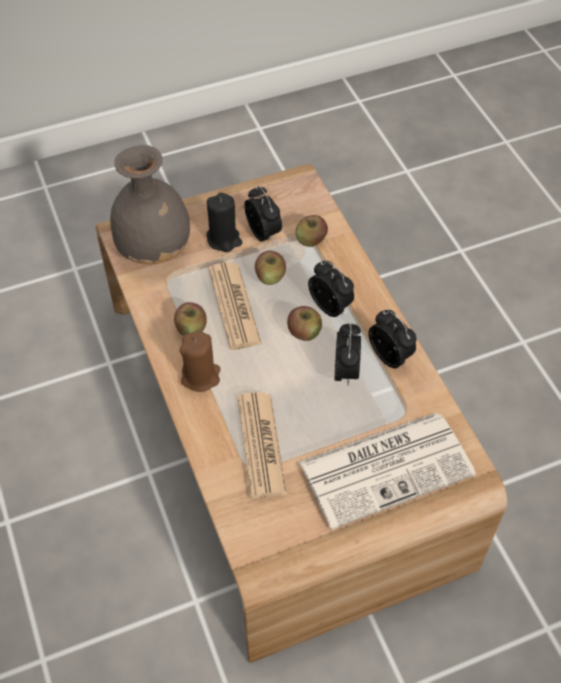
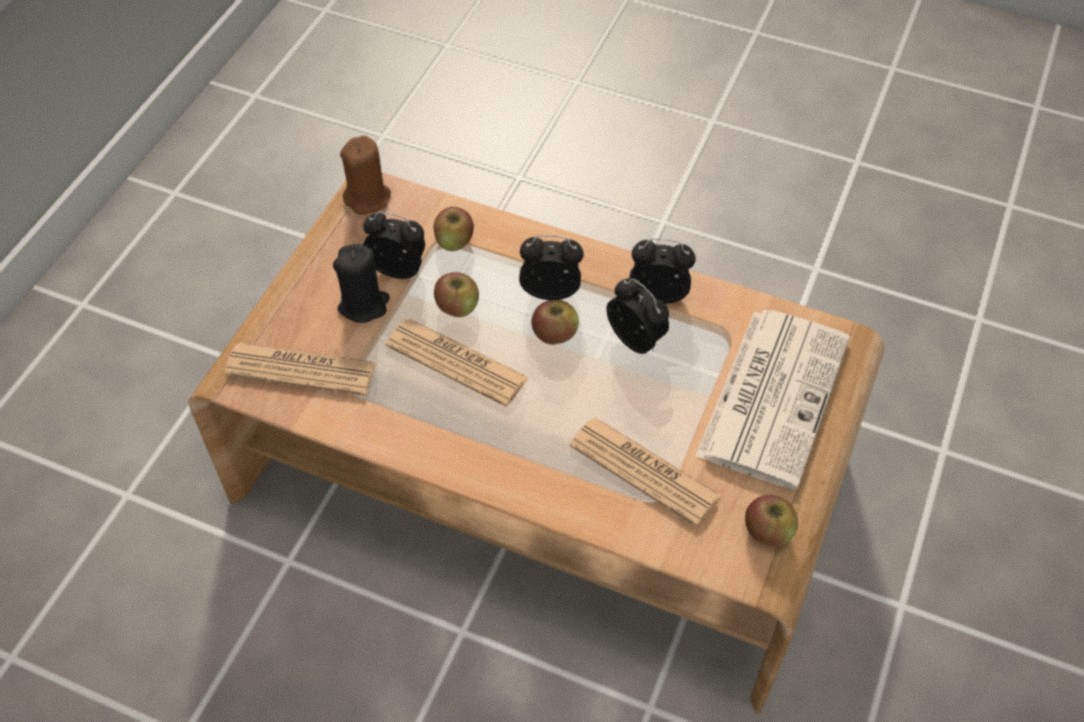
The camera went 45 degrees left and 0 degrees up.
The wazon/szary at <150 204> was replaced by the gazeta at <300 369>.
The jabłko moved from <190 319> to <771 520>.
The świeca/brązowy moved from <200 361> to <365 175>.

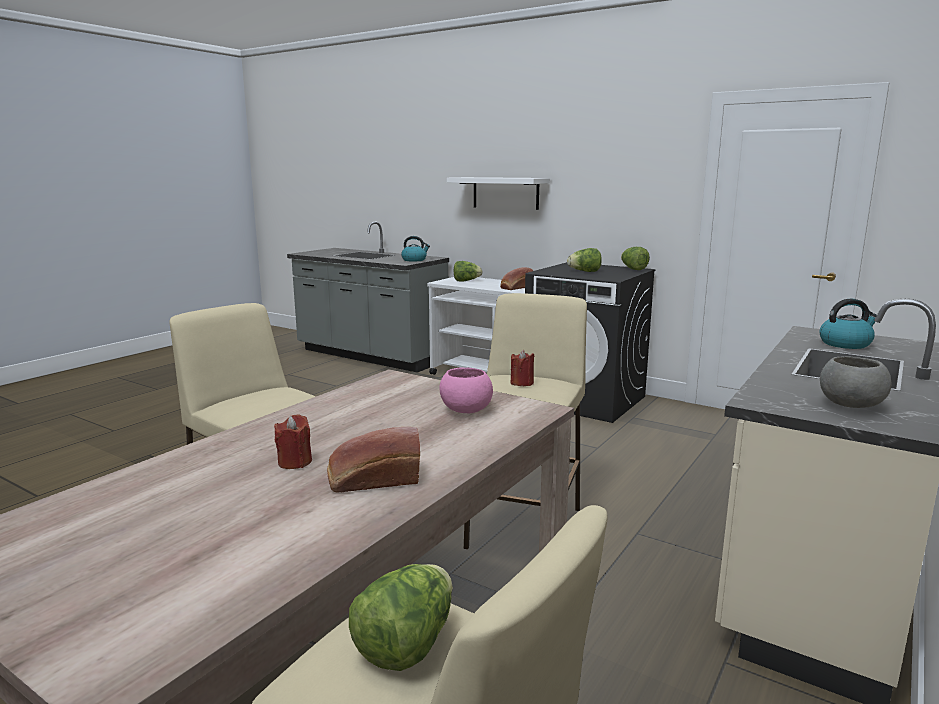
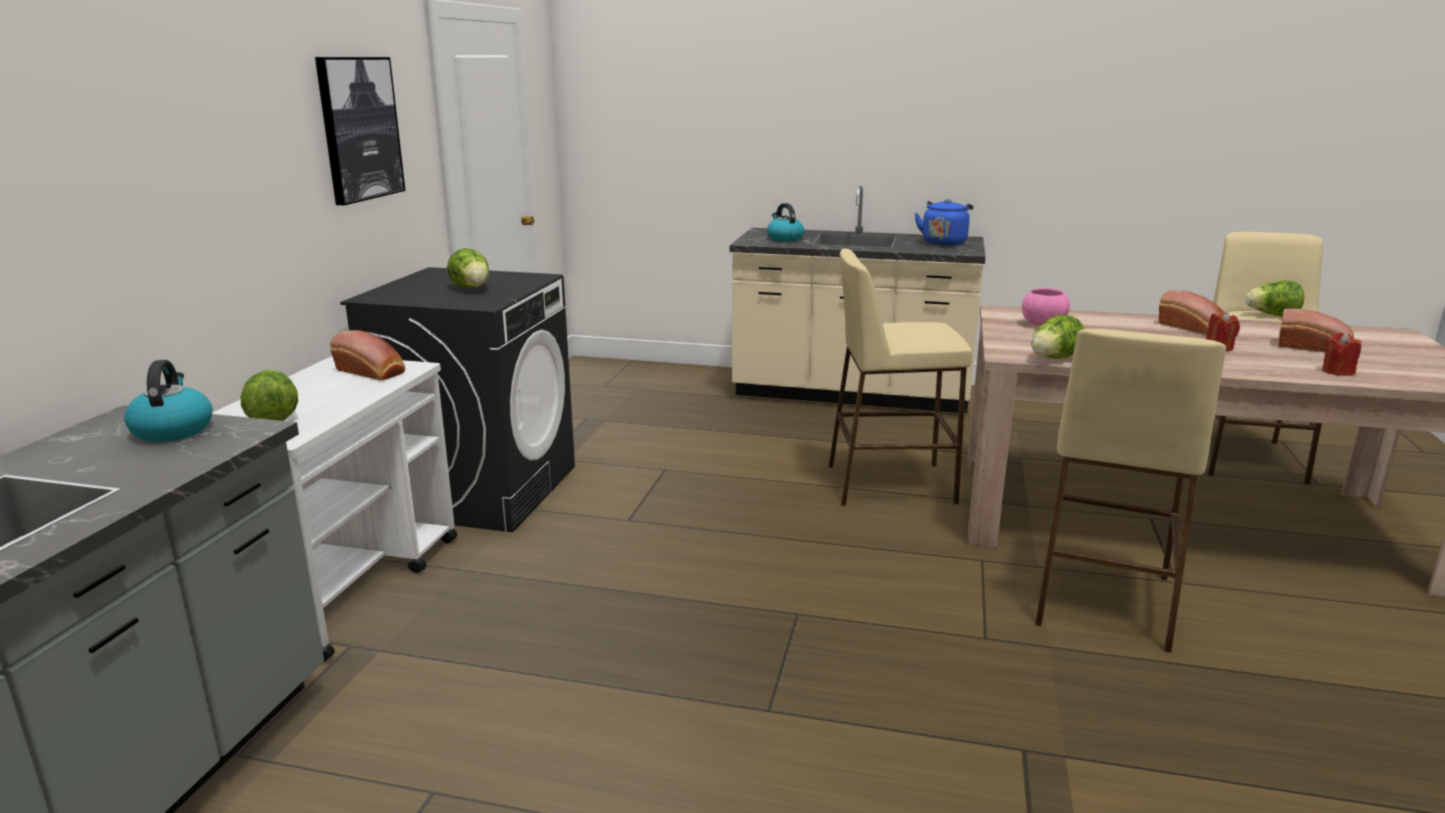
The camera went 110 degrees left and 5 degrees up.
The półka/biały at <498 193> disappeared.
The sałata moved from <635 258> to <1058 337>.
The świeca/czerwony moved from <523 368> to <1341 354>.
The miska/szary at <855 382> was replaced by the czajnik/niebieski at <943 222>.
The obraz at <360 131> appeared.
The chleb at <1316 331> appeared.

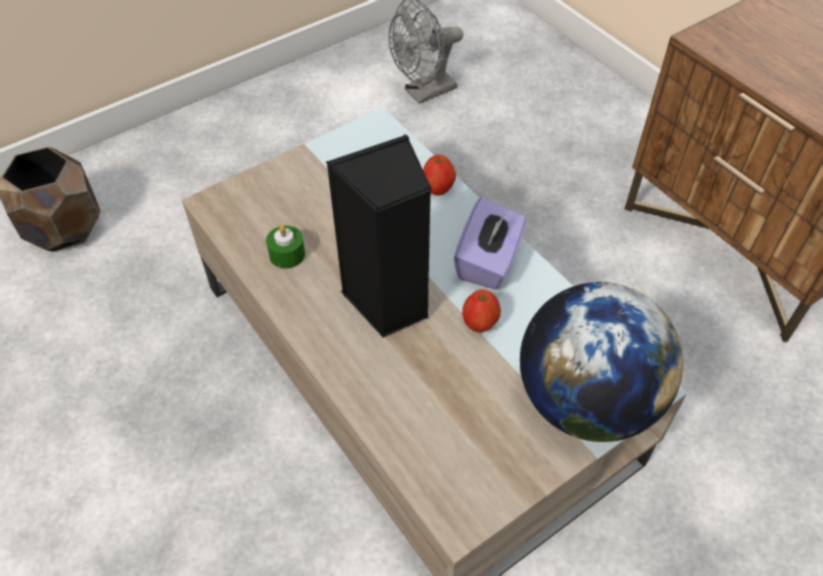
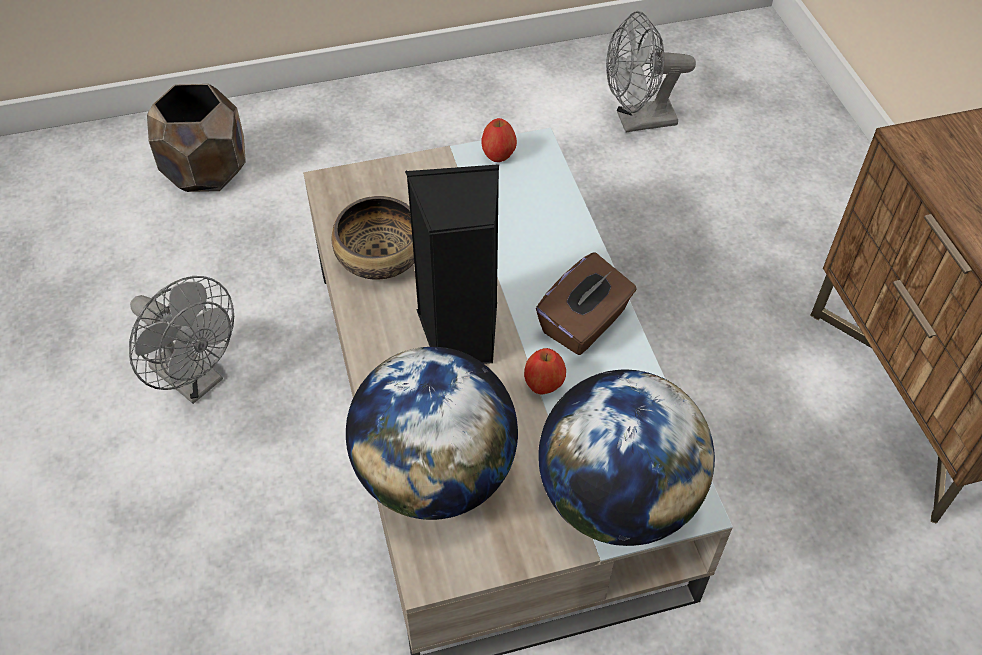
The camera went 20 degrees right and 0 degrees up.
The jabłko moved from <439 175> to <499 140>.
The pudełko chusteczek/fioletowy at <490 243> became the pudełko chusteczek/brązowy at <586 303>.
The świeca/zielony at <285 247> was replaced by the miska at <372 238>.
The wentylator/szary at <181 340> appeared.
The globus at <432 433> appeared.

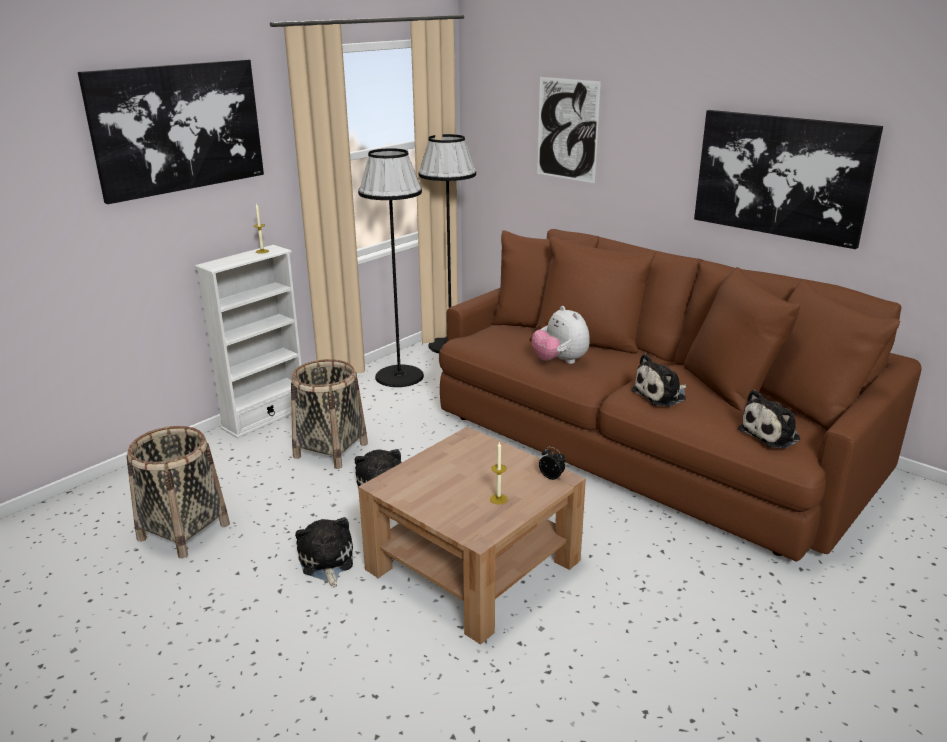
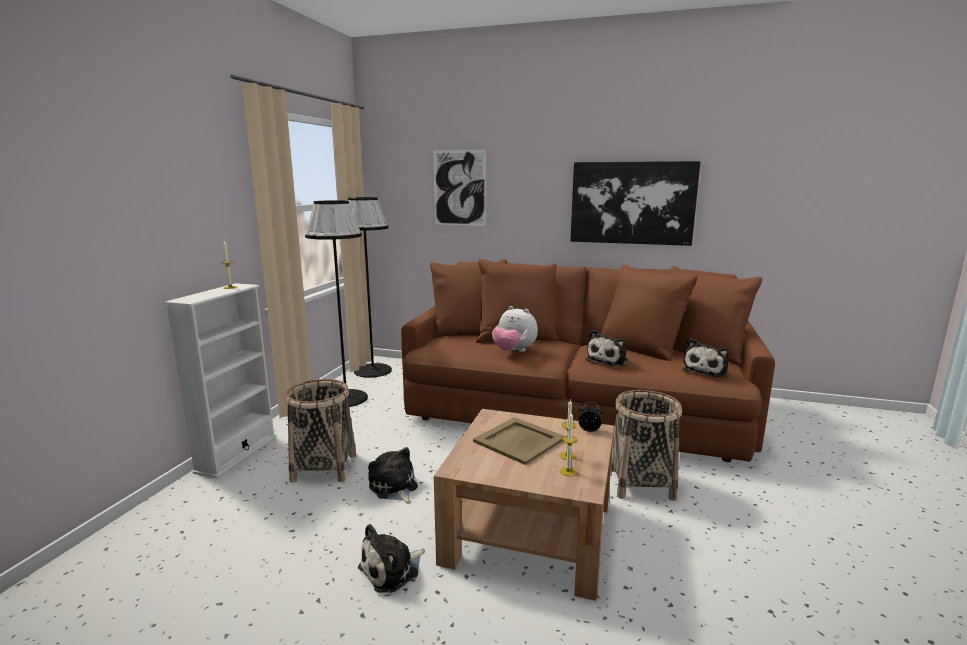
The camera went 25 degrees left and 10 degrees down.
The obraz at <171 131> disappeared.
The koszyk moved from <178 492> to <646 445>.
The pluszak at <324 552> turned 90 degrees counterclockwise.
The świeca at <569 443> appeared.
The taca/beżowy at <519 441> appeared.

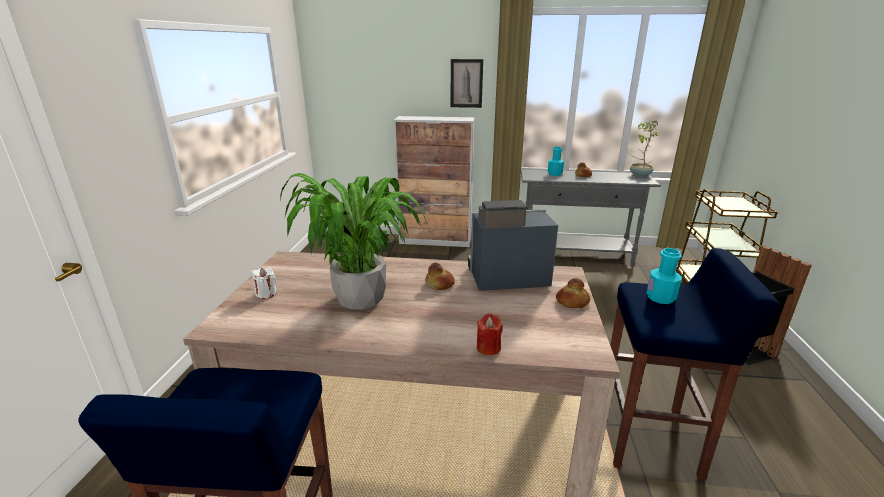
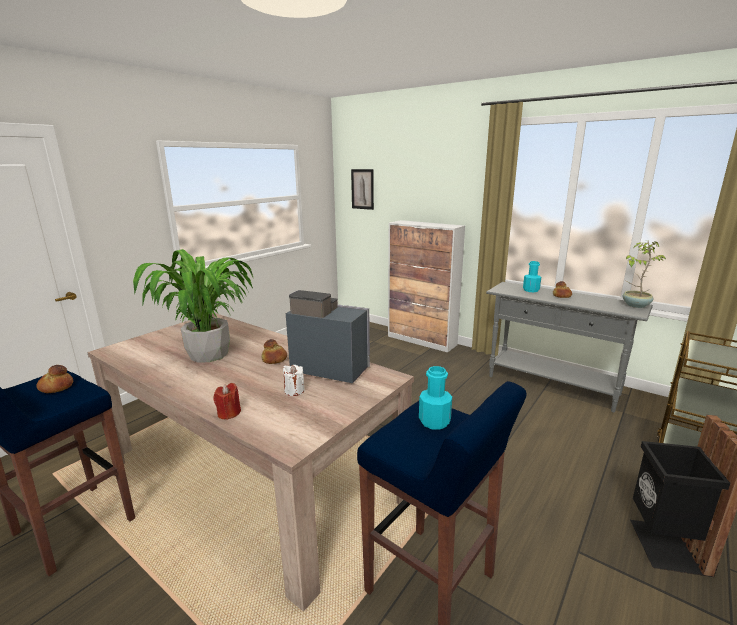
The camera went 30 degrees right and 5 degrees down.
The obraz moved from <466 83> to <362 189>.
The świeca/biały moved from <264 283> to <294 380>.
The chleb moved from <573 293> to <55 379>.

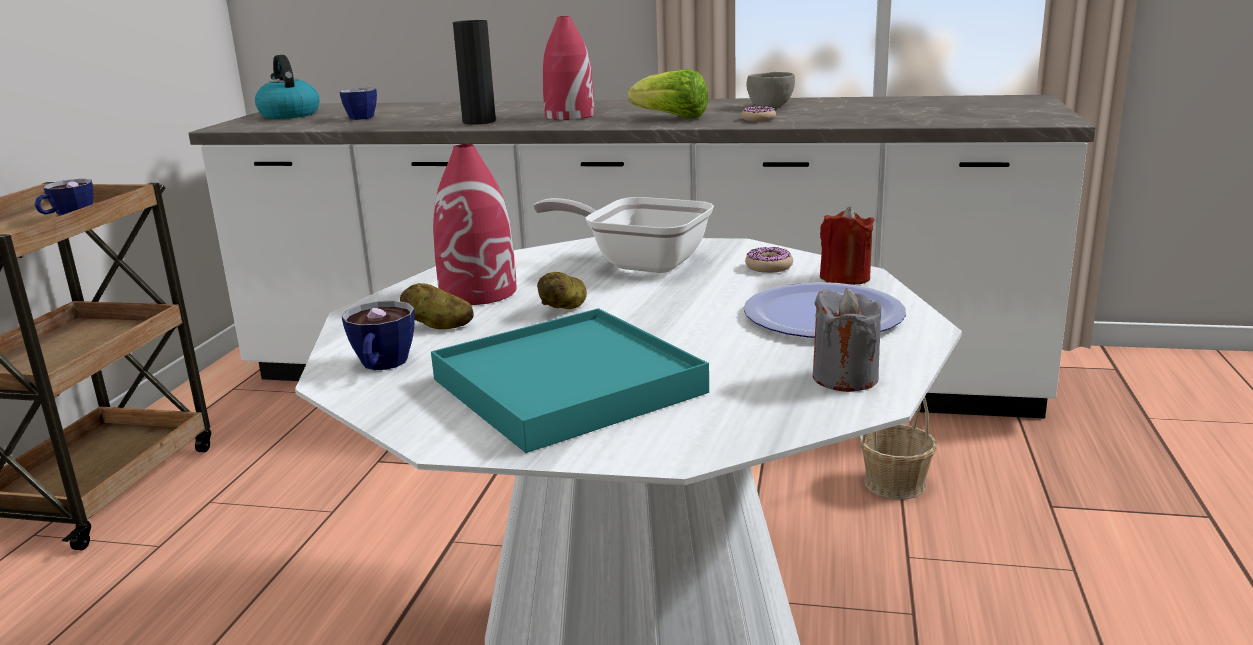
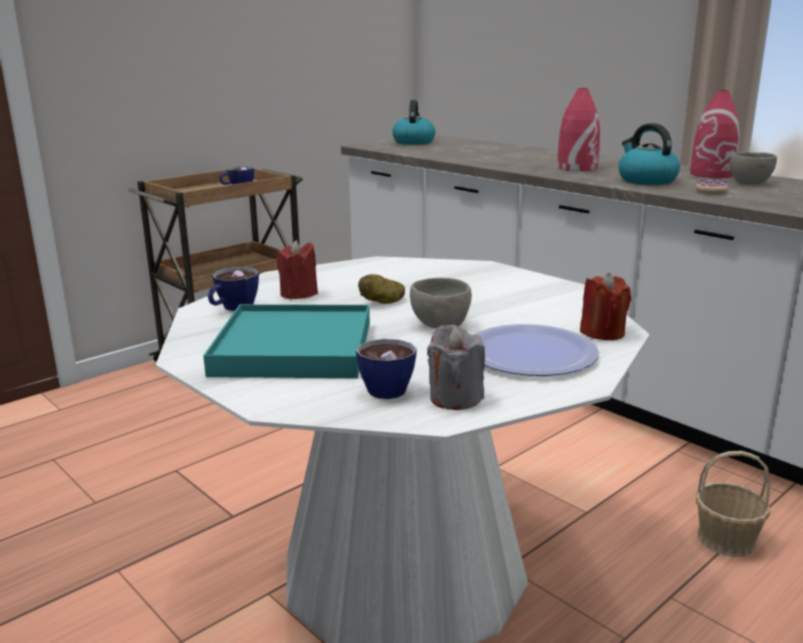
The camera went 35 degrees right and 0 degrees up.
The wazon/czarny at <474 72> disappeared.
The sałata at <668 94> was replaced by the czajnik at <649 154>.
The filiżanka moved from <358 104> to <386 369>.
The wazon/czerwony moved from <475 224> to <715 134>.
The patelnia at <623 235> disappeared.
The donut at <769 260> disappeared.
The ziemniak at <437 306> was replaced by the świeca/czerwony at <297 269>.
The miska/szary at <441 303> appeared.

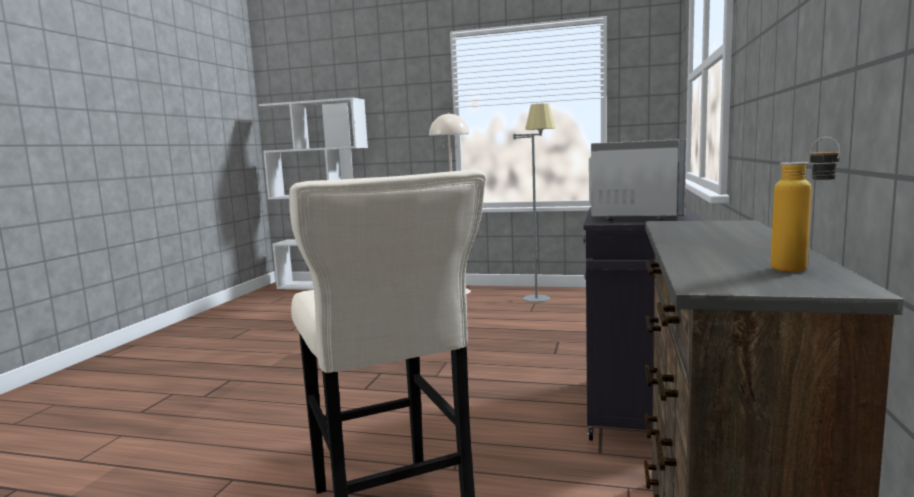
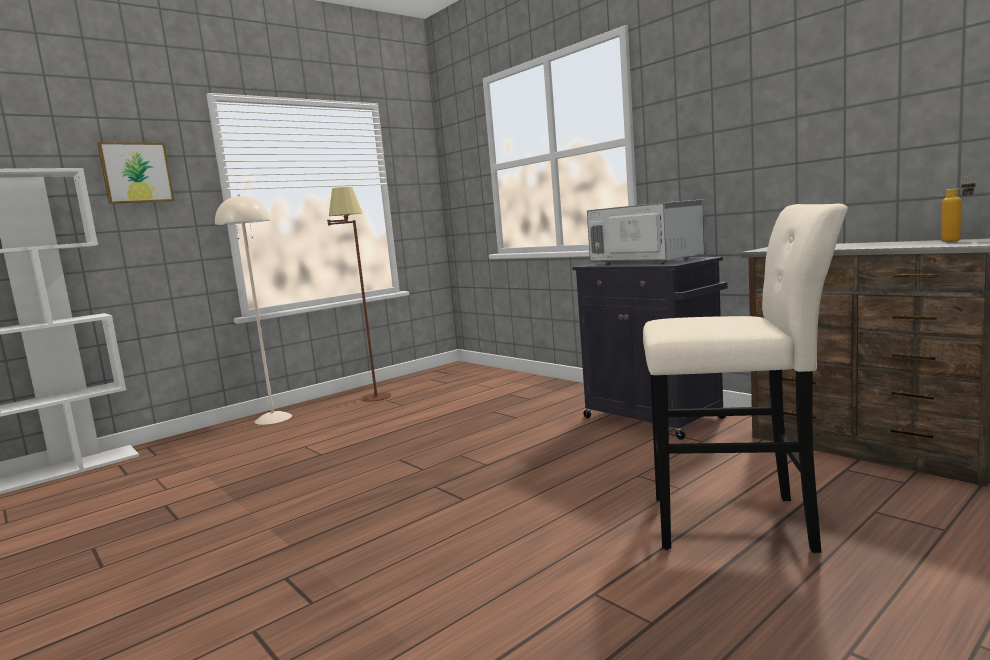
The camera went 55 degrees left and 0 degrees up.
The lampa stojąca/szary at <534 202> became the lampa stojąca/brązowy at <359 294>.
The obraz at <136 173> appeared.

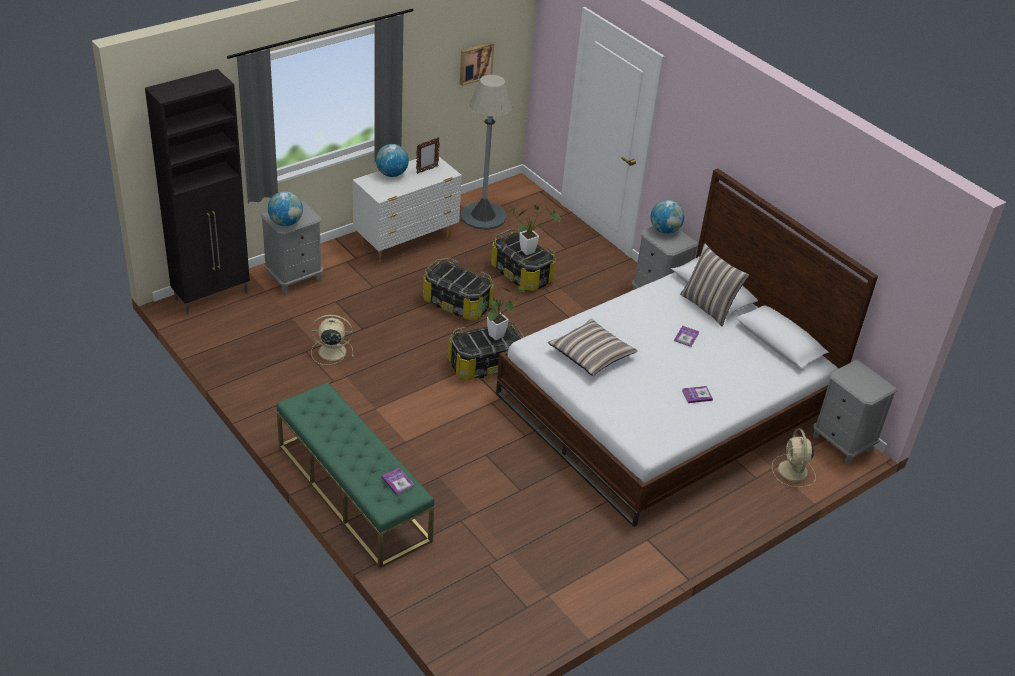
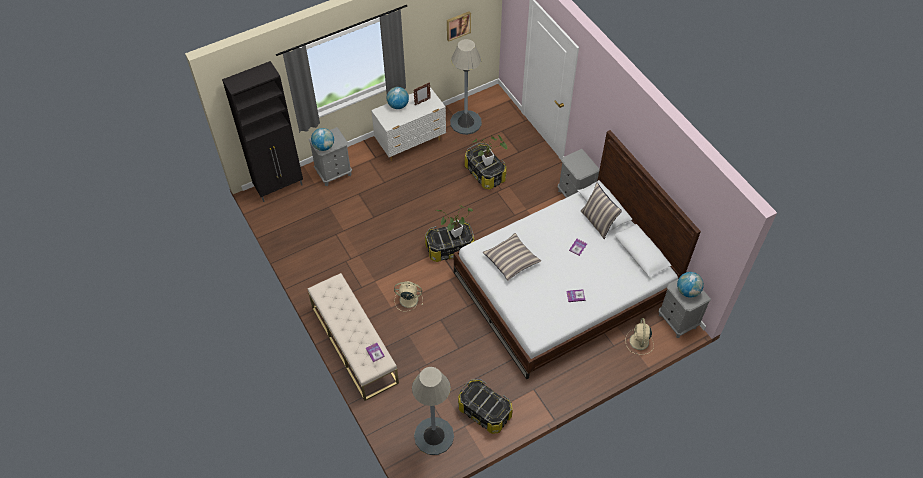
The camera went 10 degrees right and 15 degrees up.
The globus moved from <667 217> to <690 285>.
The pojemnik do przechowywania moved from <458 289> to <485 406>.
The wentylator/beżowy moved from <332 340> to <408 296>.
The ławka/zielony at <355 475> became the ławka/beżowy at <353 337>.
The lampa stojąca/szary at <433 411> appeared.

